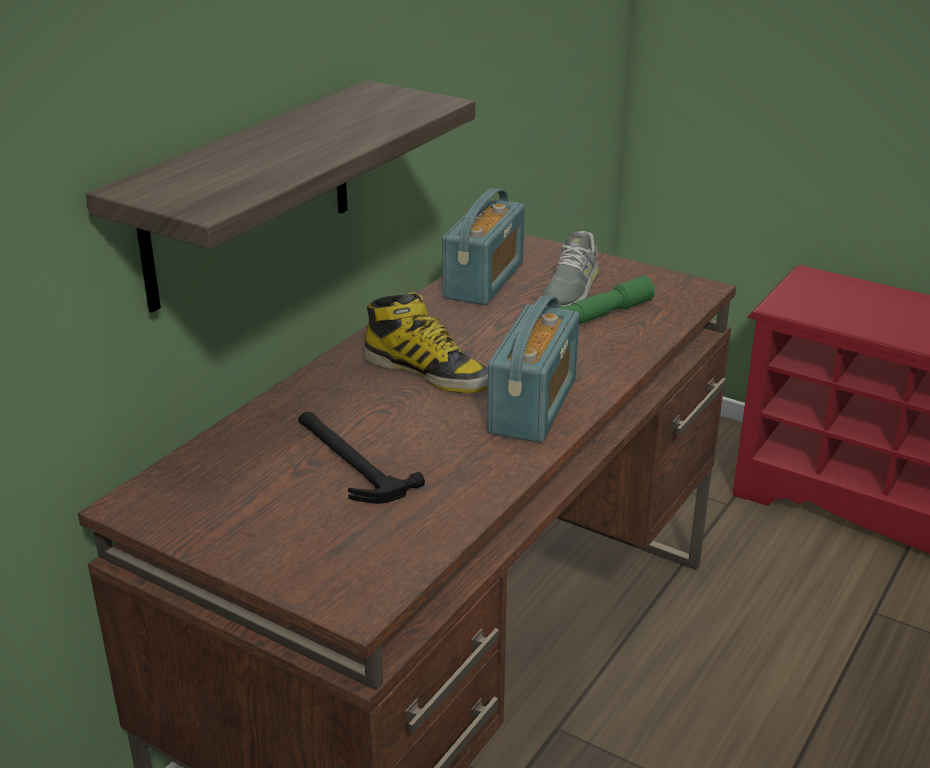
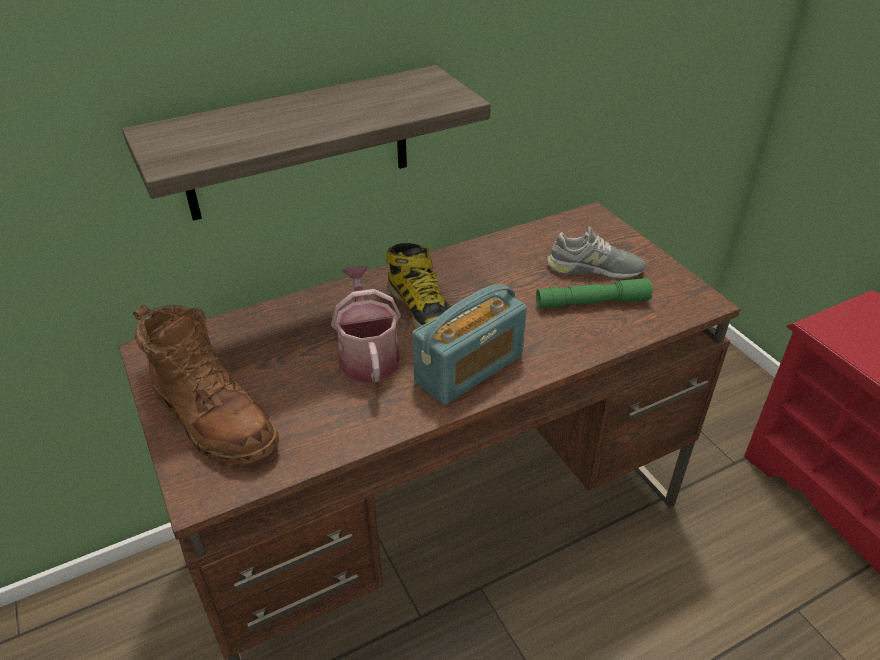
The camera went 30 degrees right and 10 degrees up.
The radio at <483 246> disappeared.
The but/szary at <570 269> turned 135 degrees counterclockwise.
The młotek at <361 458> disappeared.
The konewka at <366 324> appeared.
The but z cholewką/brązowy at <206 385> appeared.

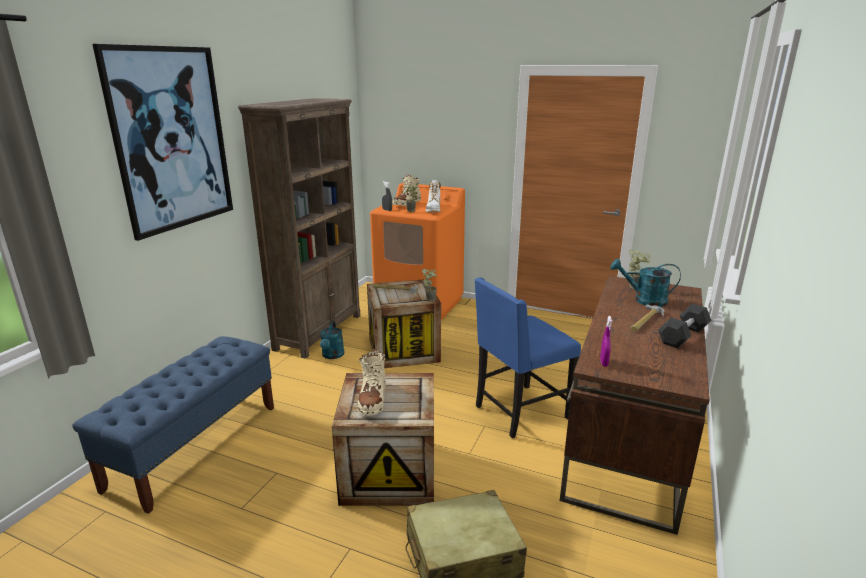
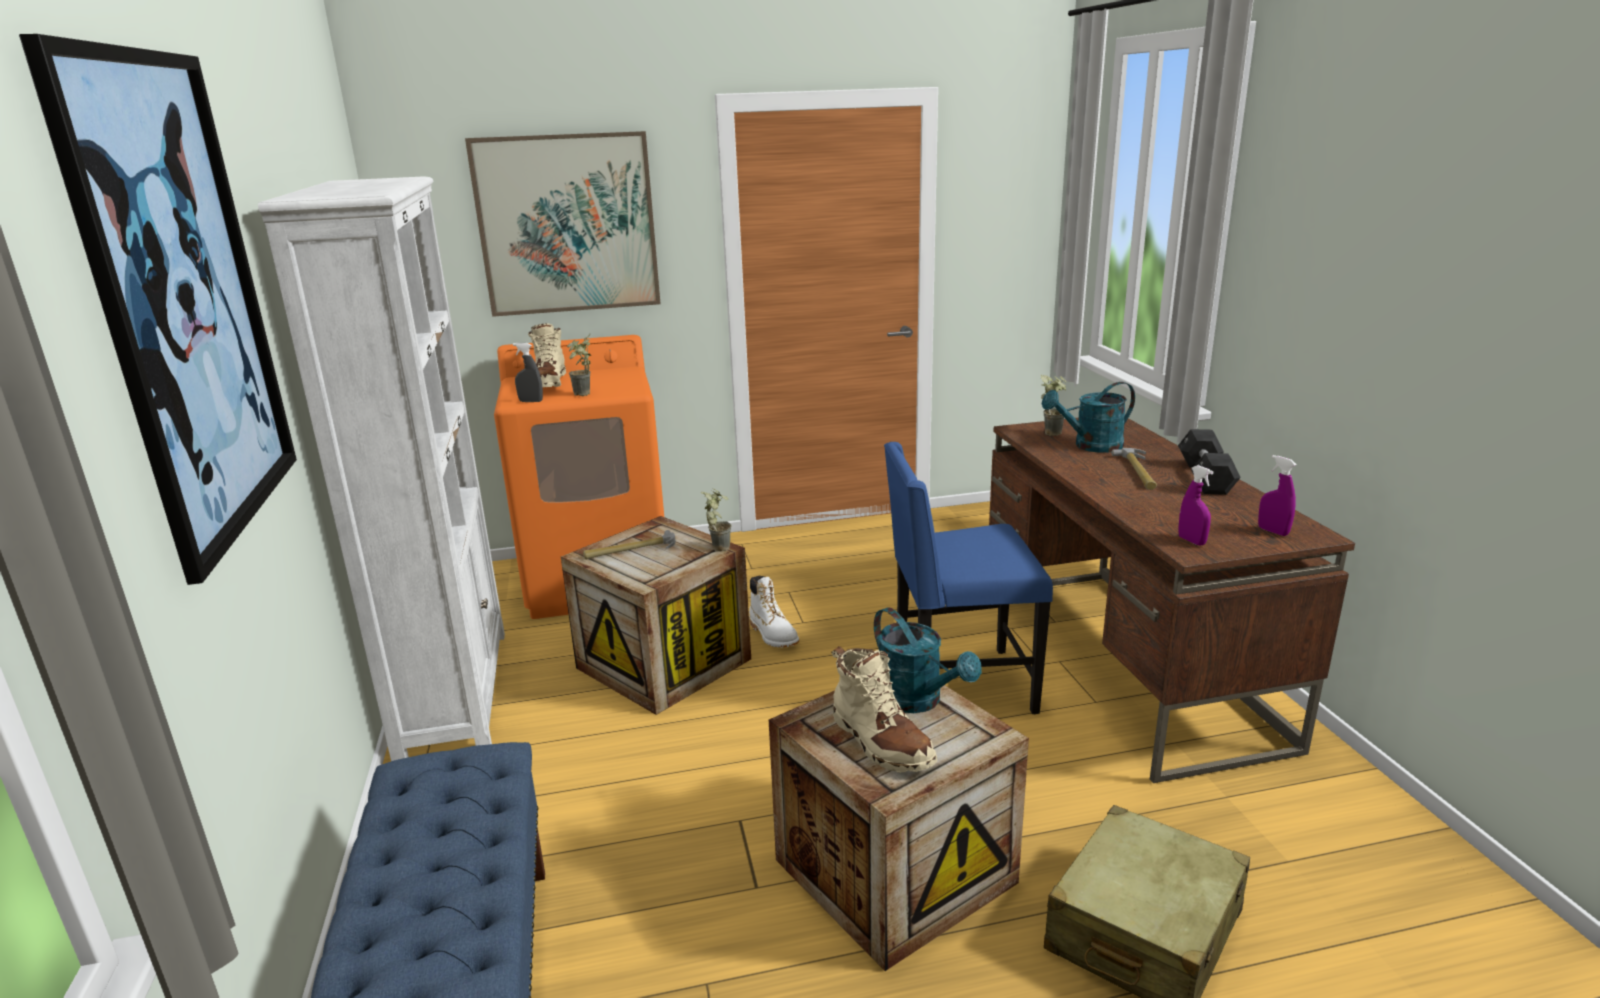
The camera went 35 degrees left and 0 degrees up.
The regał/brązowy at <299 228> became the regał/biały at <381 468>.
The but z cholewką/biały moved from <433 196> to <774 612>.
The krzesło/niebieski at <528 357> turned 60 degrees clockwise.
The konewka/turkusowy moved from <332 340> to <927 660>.
The obraz at <563 224> appeared.
The spryskiwacz/fioletowy at <1277 495> appeared.

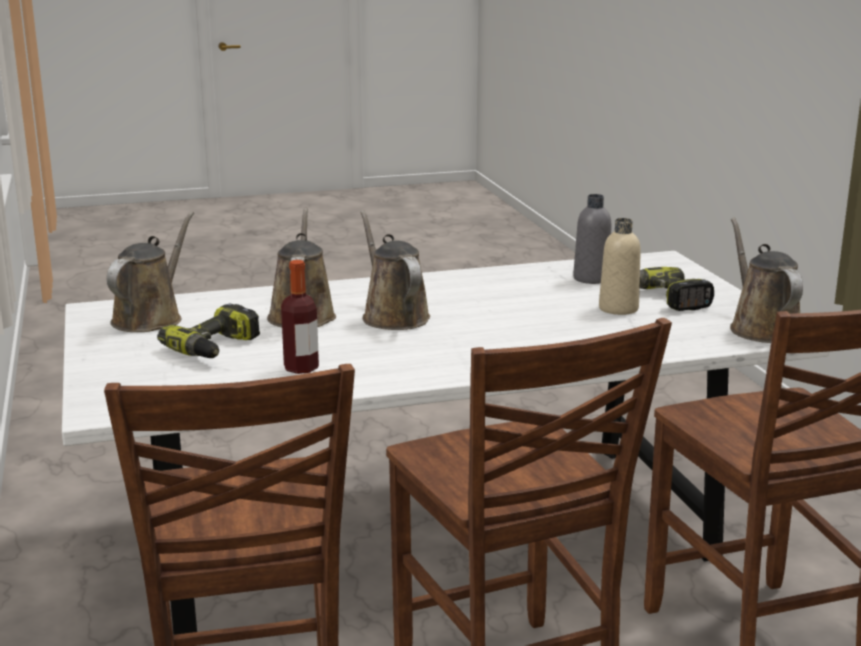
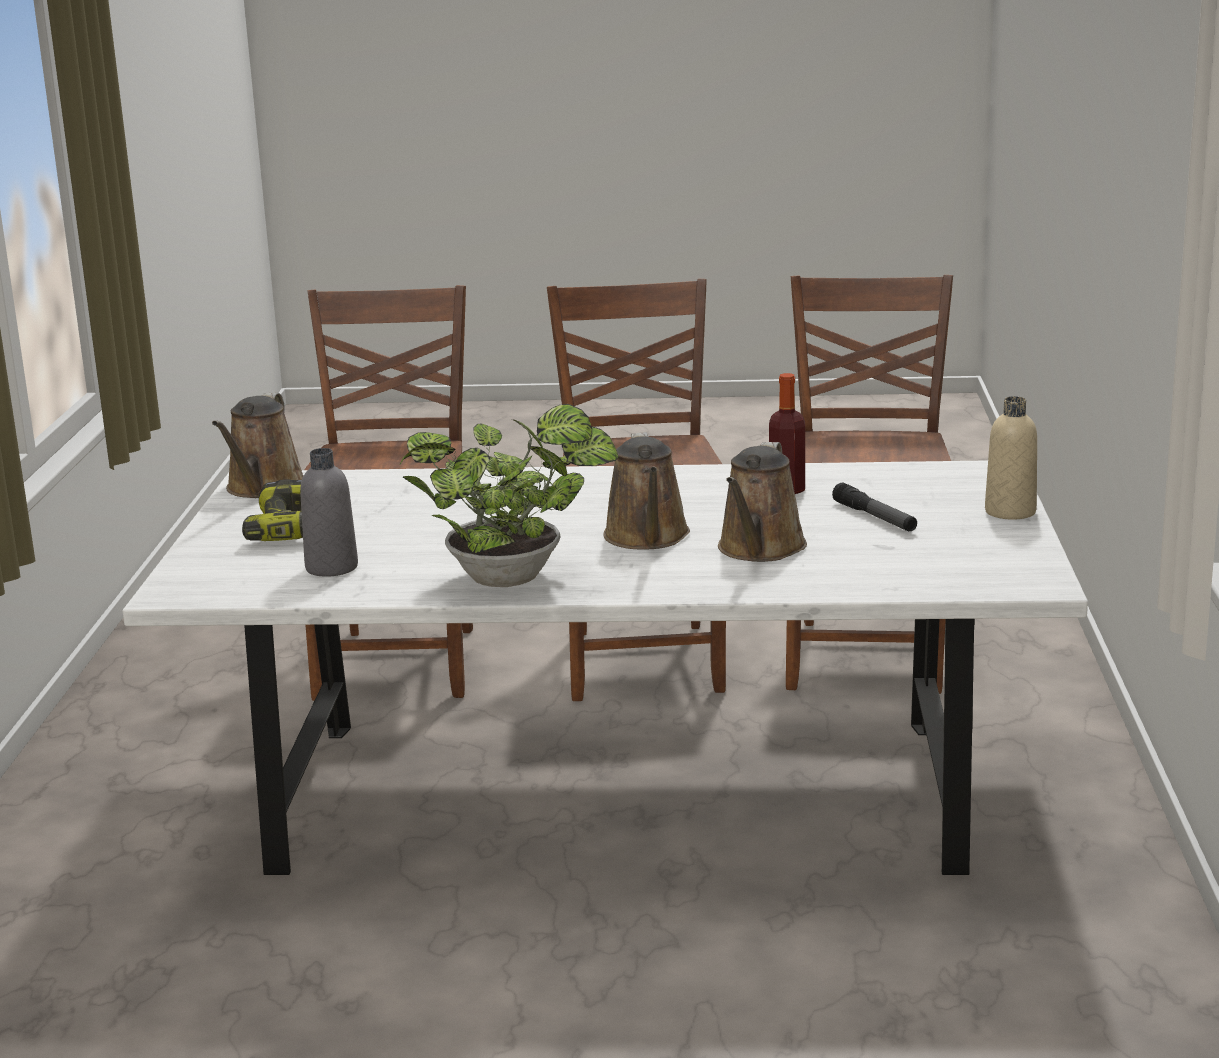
The camera went 160 degrees left and 0 degrees up.
The konewka/brązowy at <150 271> disappeared.
The butelka/beżowy moved from <620 266> to <1011 458>.
The wiertarka at <208 331> was replaced by the latarka at <874 507>.
The roślina doniczkowa at <509 495> appeared.

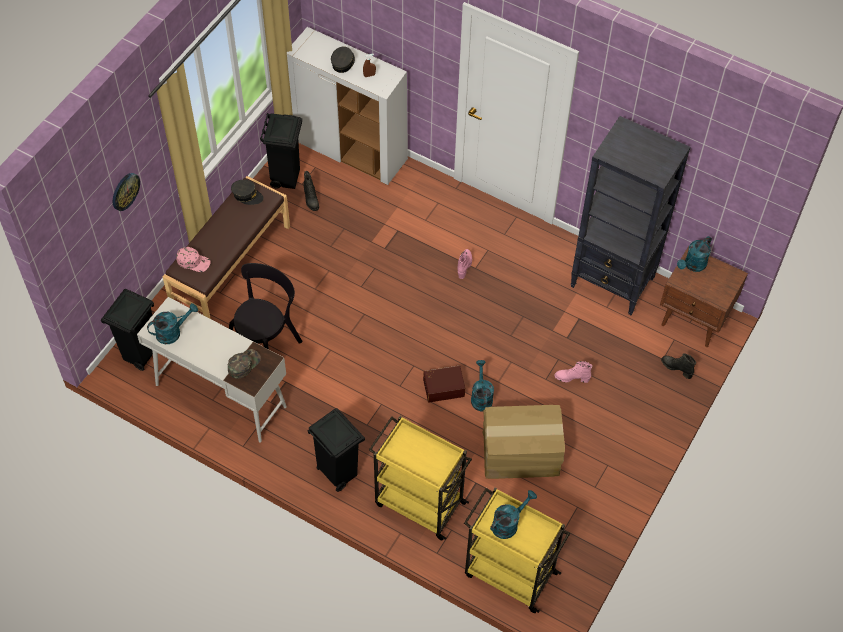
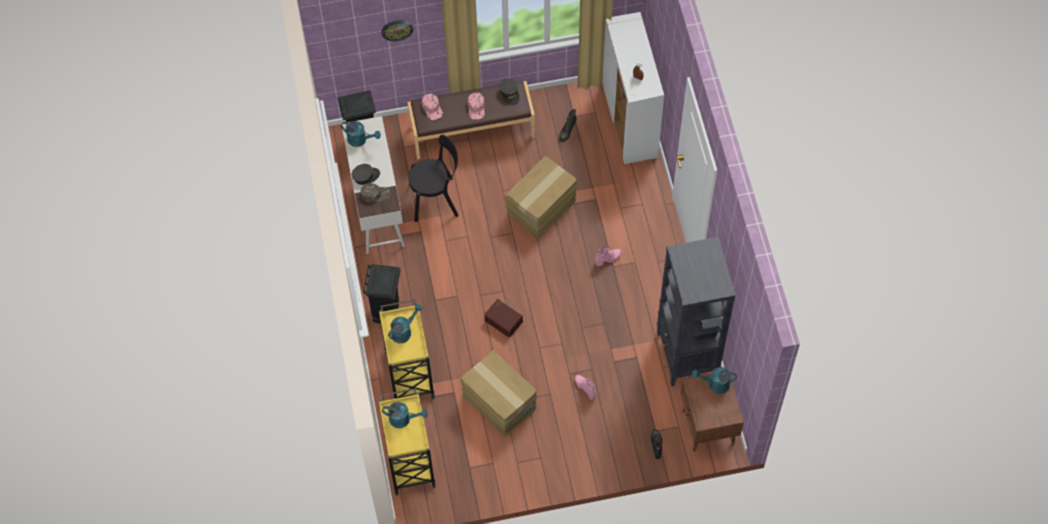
The camera went 50 degrees right and 5 degrees up.
The czapka z daszkiem/szary moved from <343 59> to <366 174>.
The kosz na śmieci/czarny at <281 151> disappeared.
The konewka/turkusowy moved from <482 386> to <405 323>.
The czapka z daszkiem/różowy at <476 106> appeared.
The karton at <541 197> appeared.

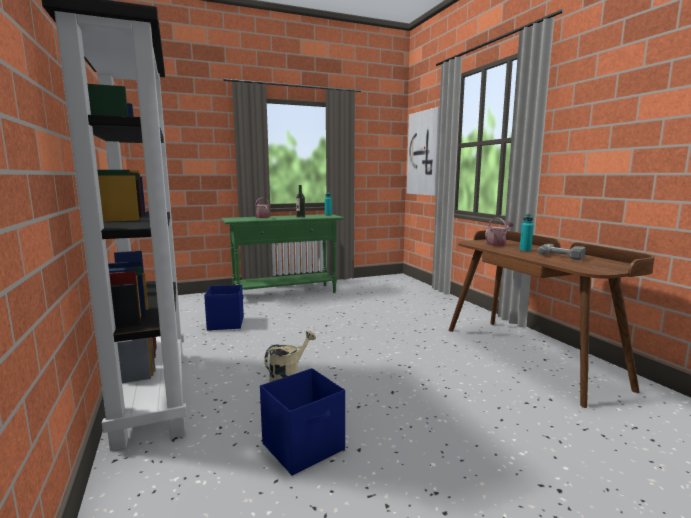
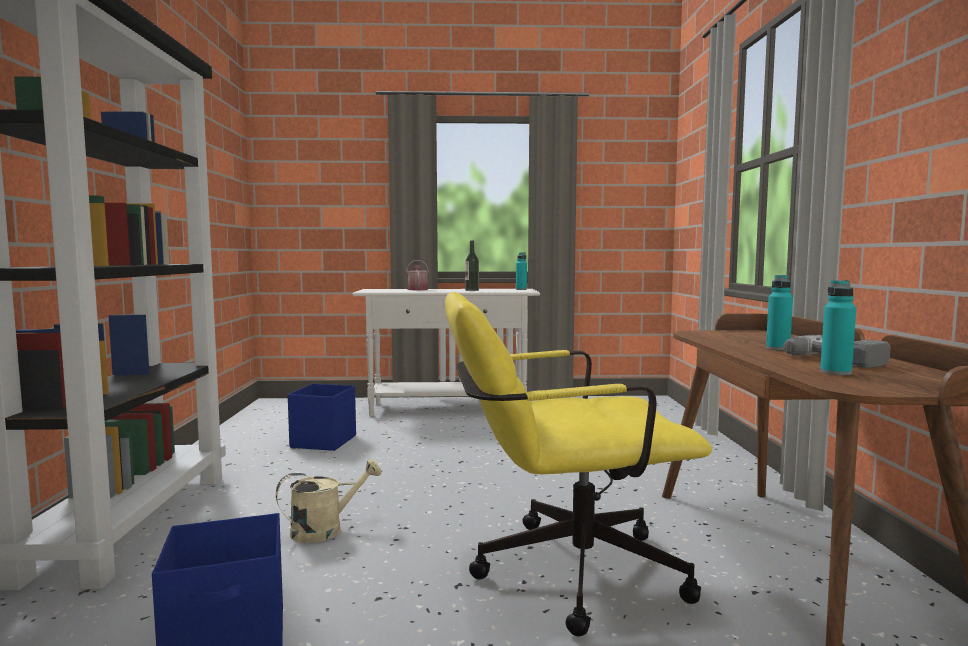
The camera went 20 degrees right and 5 degrees down.
The obraz at <423 151> disappeared.
The stolik konsolowy/zielony at <282 253> became the stolik konsolowy/biały at <446 352>.
The konewka at <499 231> disappeared.
The butelka/turkusowy at <838 327> appeared.
The krzesło biurowe/żółty at <578 464> appeared.

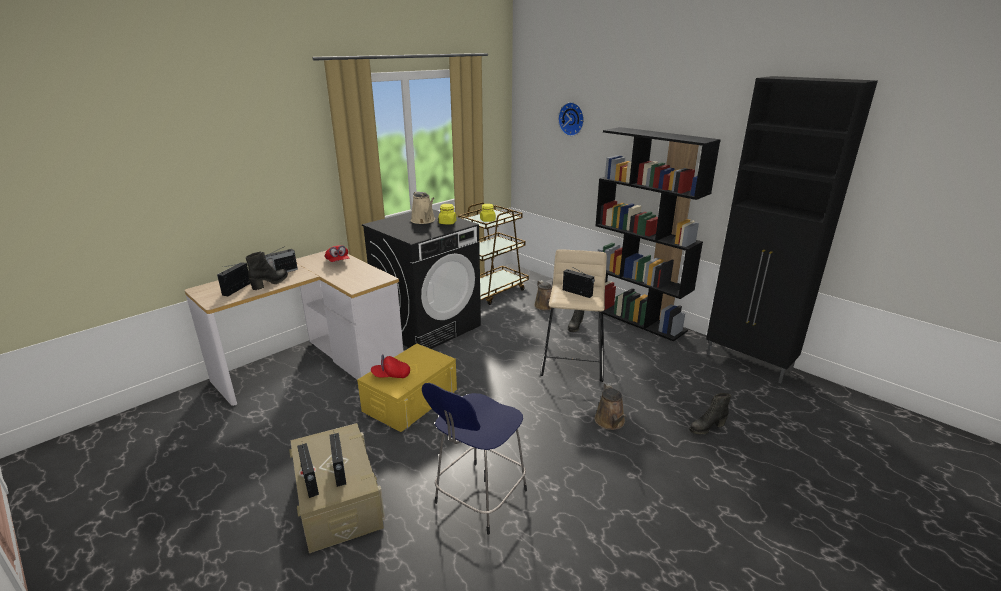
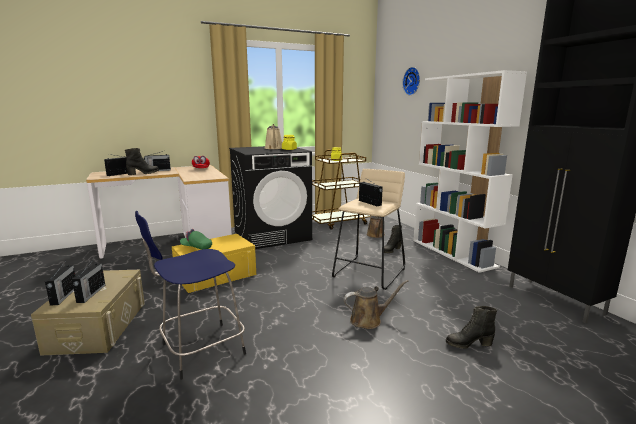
The camera went 20 degrees right and 10 degrees down.
The regał/czarny at <658 234> became the regał/biały at <470 171>.
The czapka z daszkiem/czerwony at <390 366> became the czapka z daszkiem/zielony at <196 239>.
The konewka/brązowy at <611 406> turned 120 degrees counterclockwise.

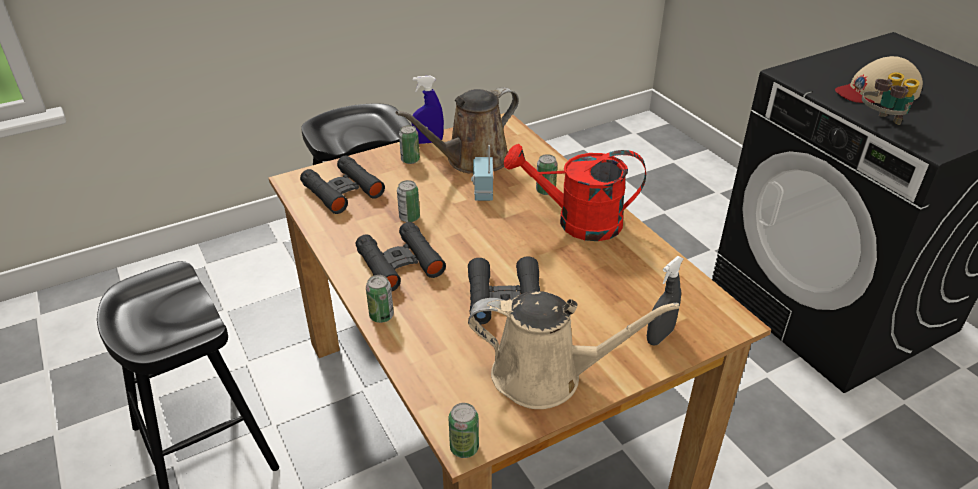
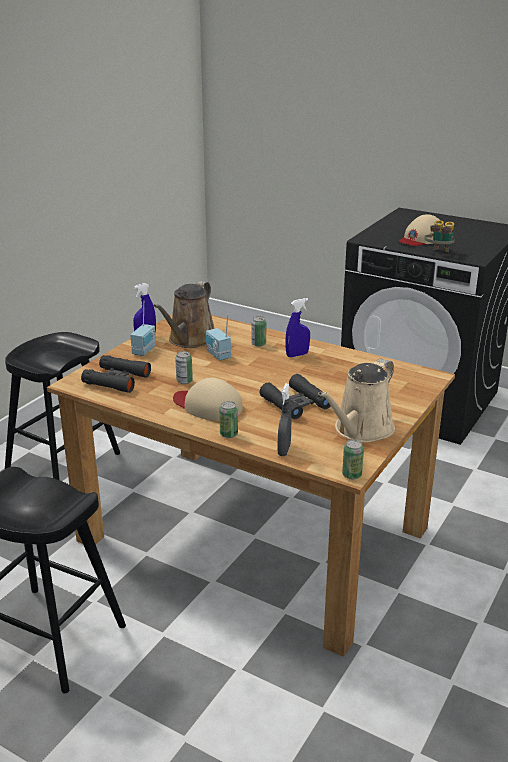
The camera went 30 degrees left and 10 degrees down.
The puszka at <409 144> was replaced by the radio at <143 328>.
The konewka/czerwony at <575 192> was replaced by the spryskiwacz/niebieski at <297 327>.
The lornetka/czarny at <401 256> was replaced by the czapka z daszkiem/beżowy at <208 399>.
The spryskiwacz/szary moved from <665 301> to <284 419>.
The konewka/beżowy at <574 350> turned 150 degrees clockwise.

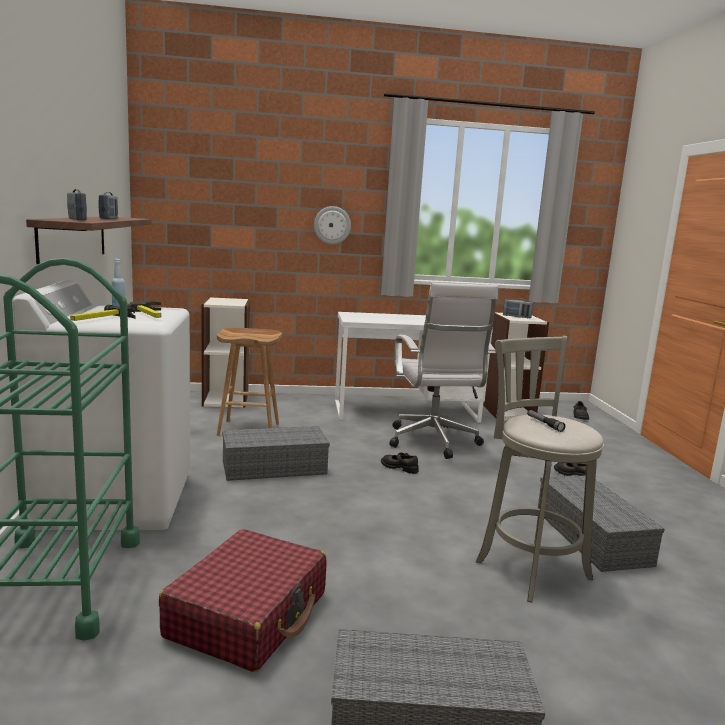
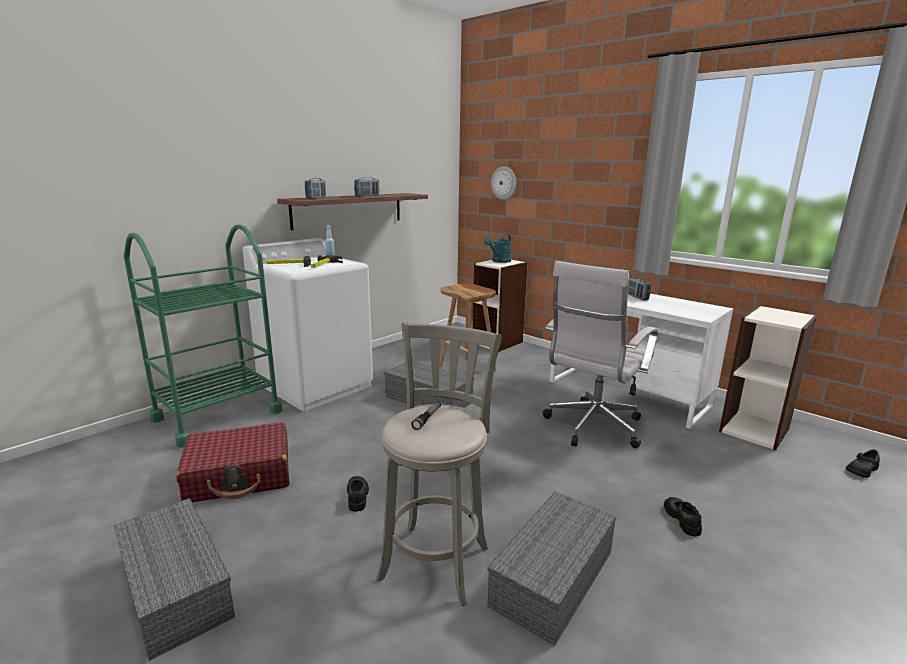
The camera went 50 degrees right and 5 degrees up.
The zegar ścienny moved from <332 225> to <503 183>.
The radio moved from <518 308> to <639 289>.
The but/czarny moved from <400 463> to <358 494>.
The konewka/turkusowy at <497 248> appeared.

